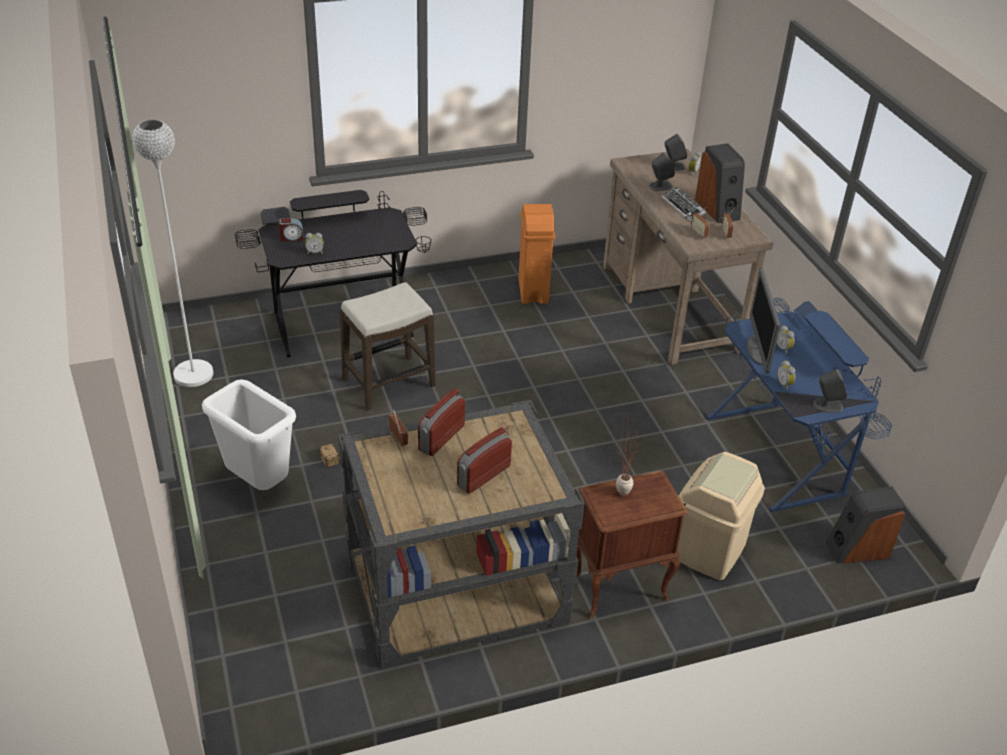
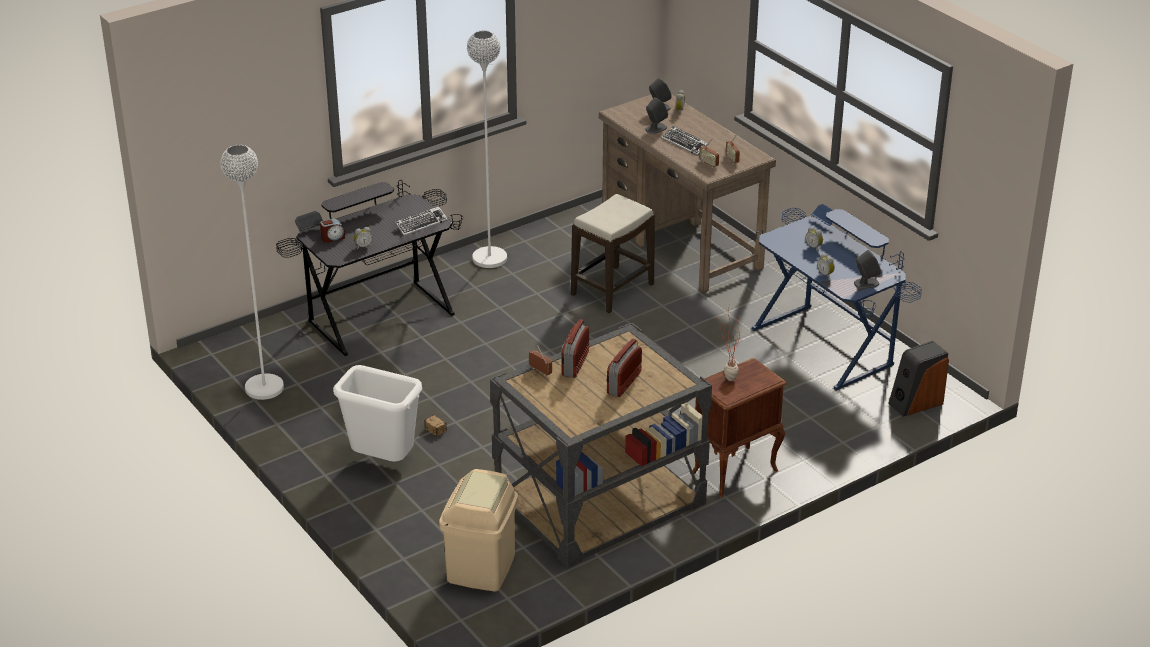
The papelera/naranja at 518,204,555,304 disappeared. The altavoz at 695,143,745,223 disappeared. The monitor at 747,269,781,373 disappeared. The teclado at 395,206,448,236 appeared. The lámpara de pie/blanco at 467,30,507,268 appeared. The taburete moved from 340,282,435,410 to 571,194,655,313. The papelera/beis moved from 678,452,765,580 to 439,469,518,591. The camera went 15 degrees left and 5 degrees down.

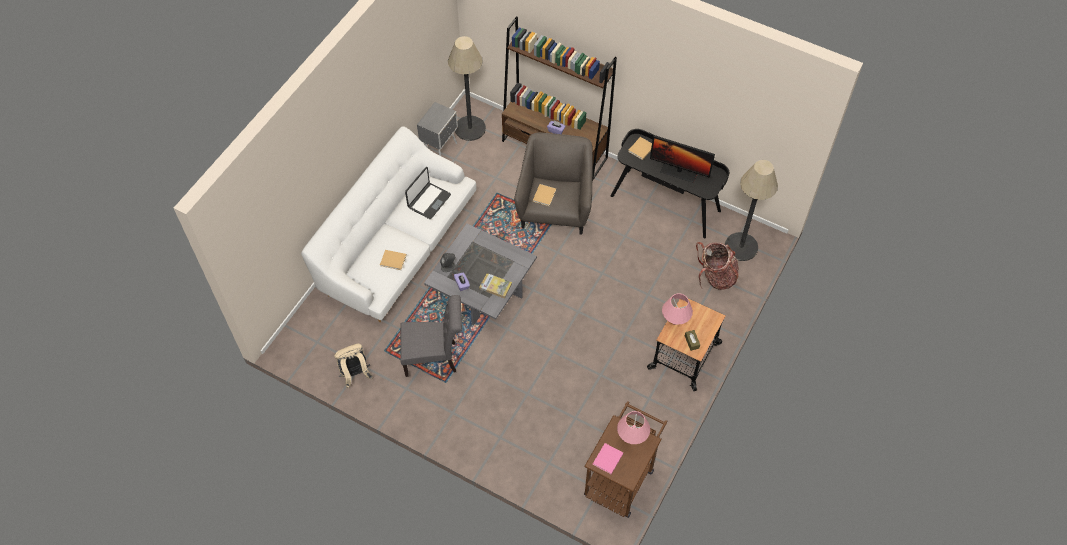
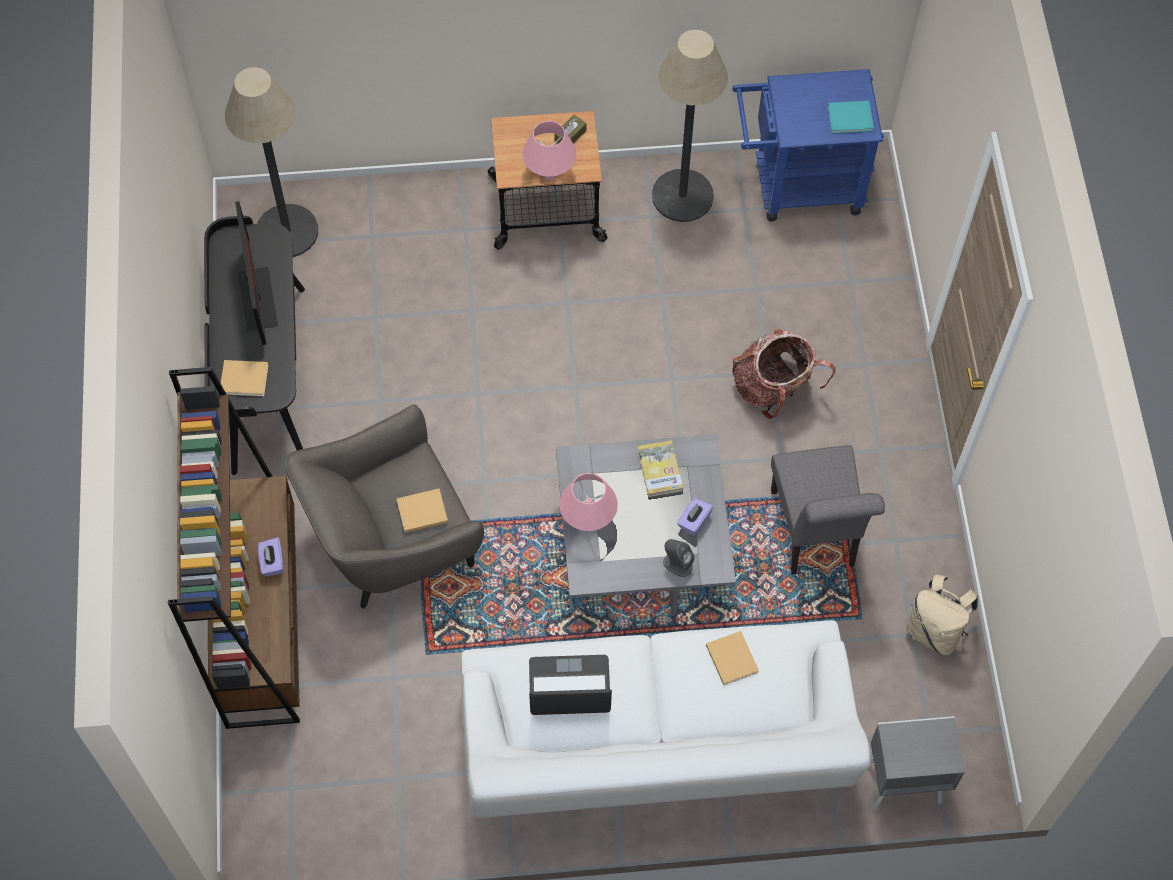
The mesita de noche/gris moved from 417,102,458,156 to 871,716,965,810. The lámpara de pie moved from 448,36,486,141 to 652,30,728,222. The lámpara de mesa/rosa moved from 617,411,650,444 to 559,473,618,531. The mochila moved from 696,242,739,290 to 732,329,835,419. The carrito/marrón at 584,401,667,518 became the carrito/azul at 732,69,884,221. The libro/rosa at 593,443,623,474 became the libro/turquesa at 828,101,874,134. The silla/gris at 400,295,462,377 turned 150 degrees counterclockwise. The camera went 125 degrees left and 5 degrees up.

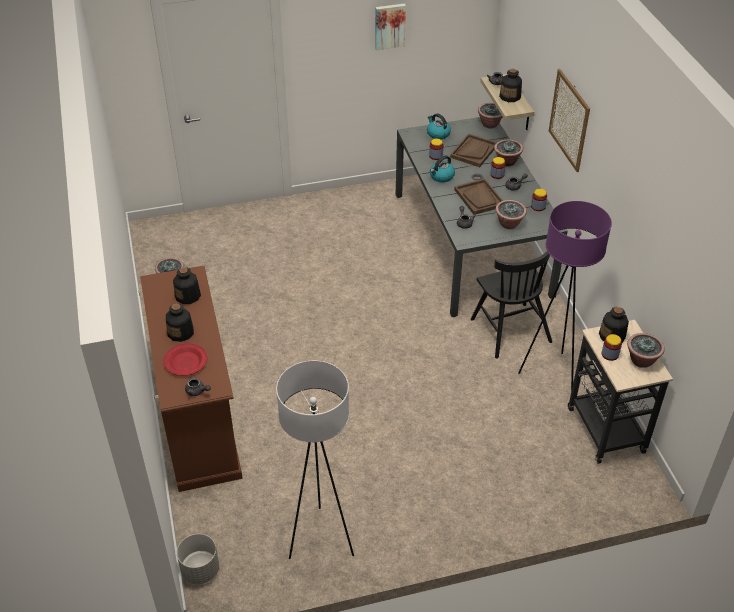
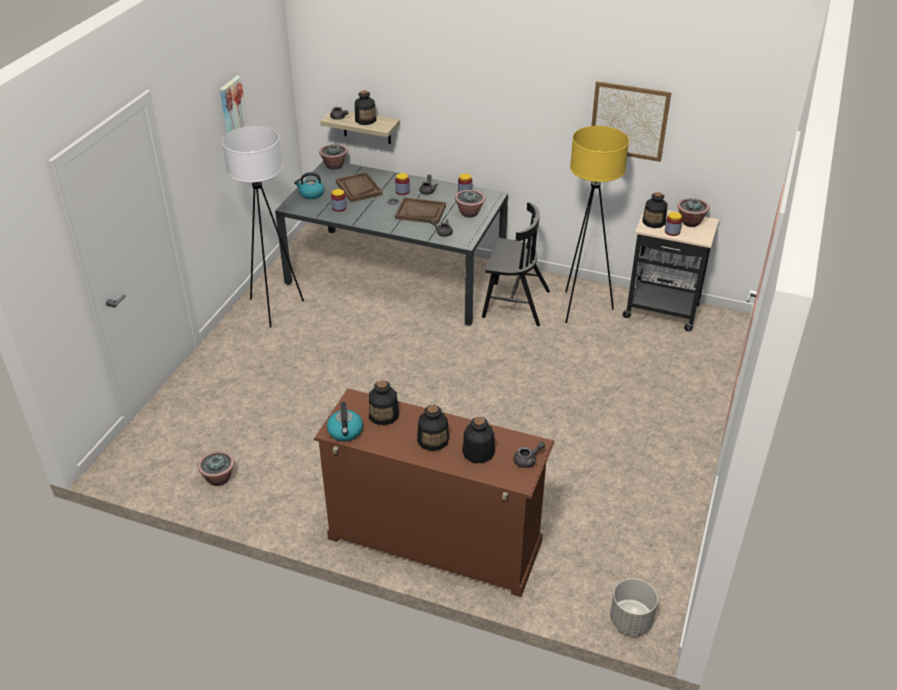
The planta en maceta at 494,140,523,167 disappeared. The lámpara de pie/blanco moved from 276,361,354,559 to 222,126,304,328. The hervidor moved from 430,155,455,182 to 327,402,363,441. The cuadro moved from 549,69,590,172 to 591,81,671,162. The plato/rojo at 163,343,207,376 was replaced by the botella at 462,417,495,463. The lámpara de pie/morado at 518,201,612,391 became the lámpara de pie/amarillo at 565,126,629,323. The camera went 55 degrees left and 5 degrees down.

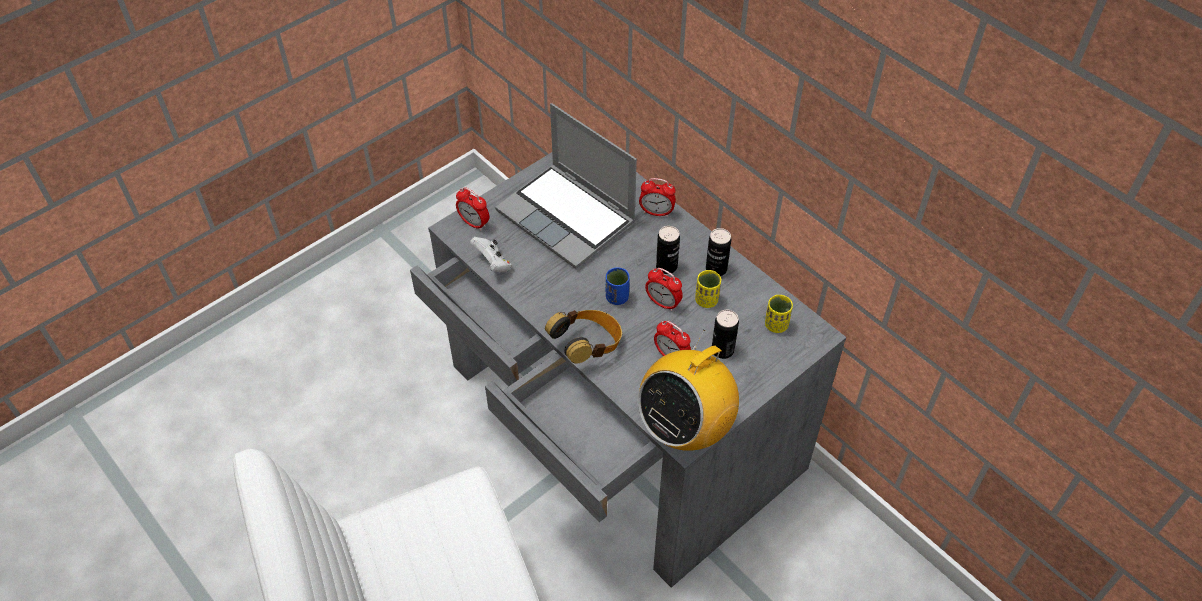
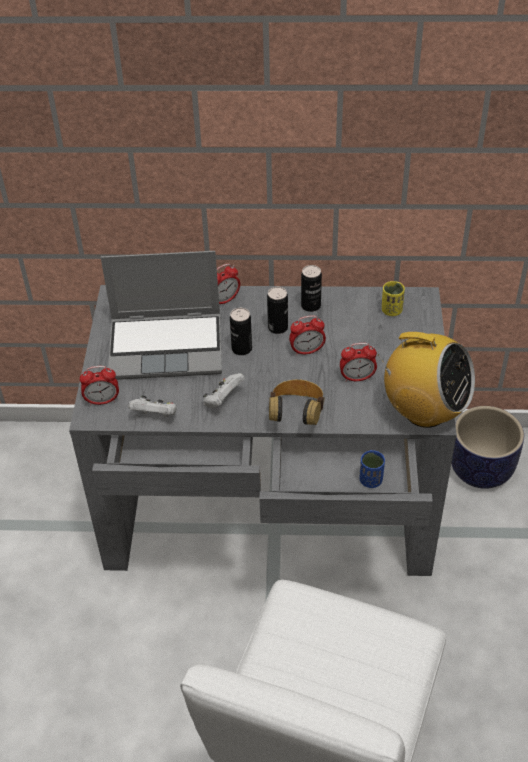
The taza/amarillo at 695,270,721,308 disappeared. The mando de consola/blanco at 203,373,245,408 appeared. The maceta at 451,406,524,489 appeared. The taza/azul moved from 606,267,630,305 to 359,450,385,488. The lata moved from 712,310,739,359 to 230,308,252,355. The radio at 638,329,739,451 turned 60 degrees counterclockwise. The camera went 45 degrees left and 5 degrees down.

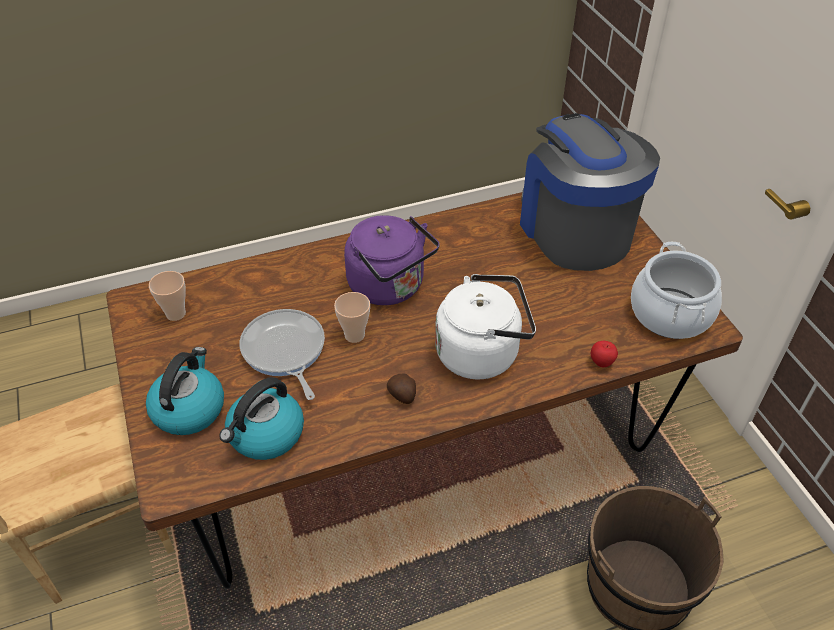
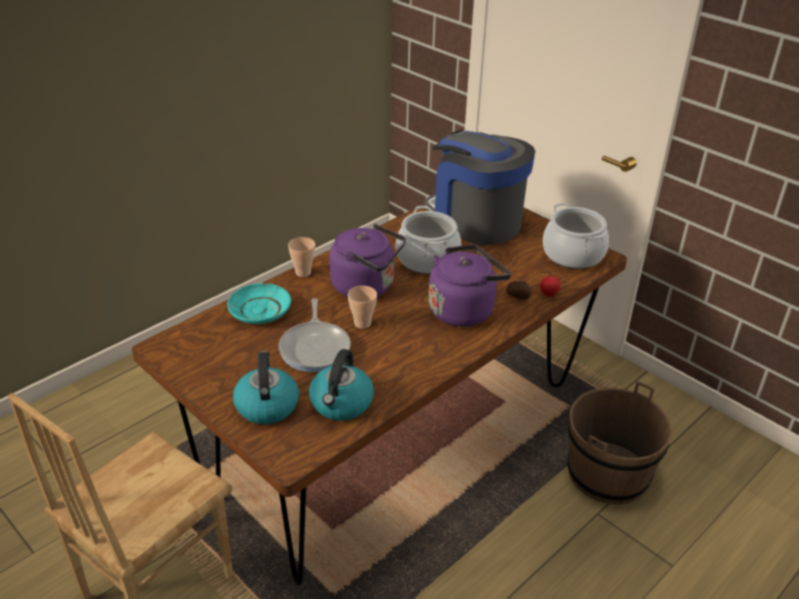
The plato/turquesa at 228,283,291,324 appeared. The olla at 396,206,461,274 appeared. The taza moved from 149,271,186,321 to 288,237,315,277. The patata moved from 387,373,416,404 to 506,281,531,300. The hervidor/blanco at 435,274,536,379 became the hervidor/morado at 428,244,511,327. The sartén at 240,309,325,400 turned 135 degrees counterclockwise. The camera went 25 degrees left and 10 degrees down.

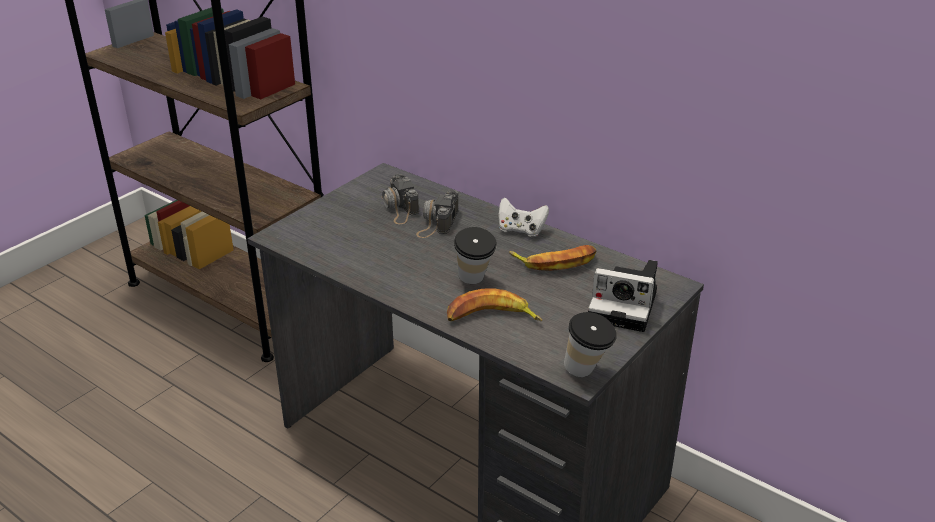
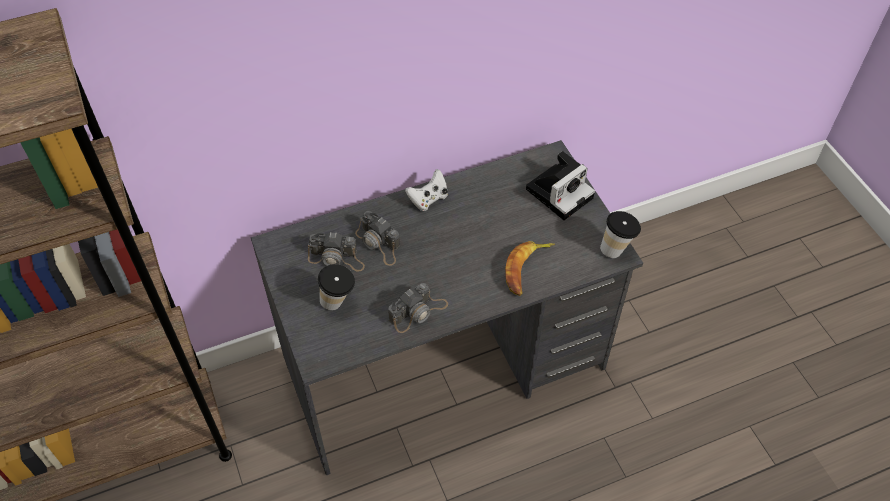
The plátano at 509,245,596,271 disappeared. The cámara at 388,283,448,333 appeared. The taza moved from 454,227,497,284 to 318,264,355,310. The camera went 60 degrees left and 20 degrees up.

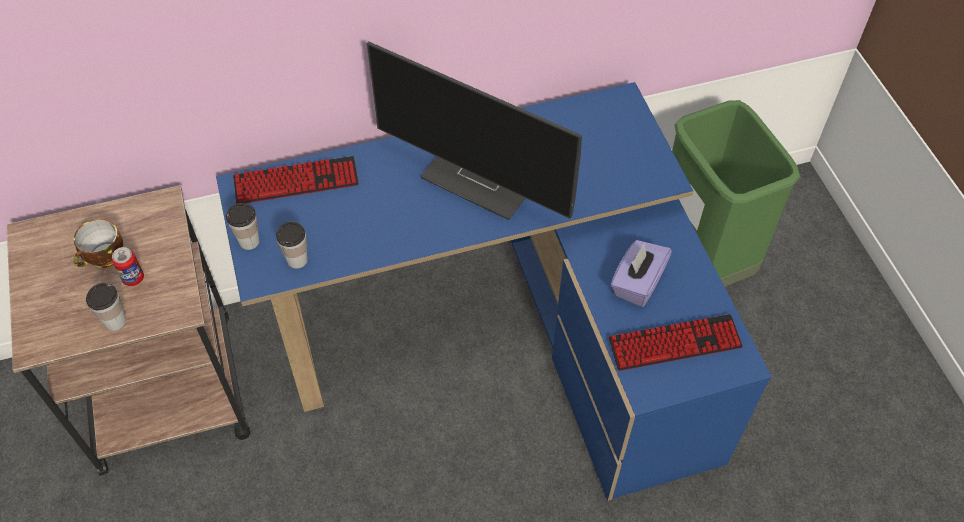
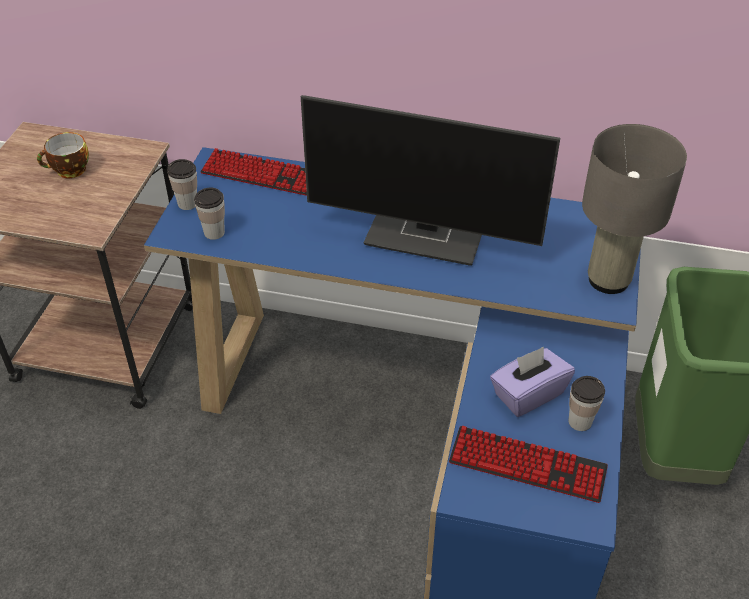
The lata at 112,247,144,286 disappeared. The lámpara de mesa/gris at 582,124,687,294 appeared. The taza moved from 86,283,127,331 to 569,376,605,431. The monitor at 367,41,582,220 turned 45 degrees counterclockwise. The camera went 30 degrees right and 10 degrees down.

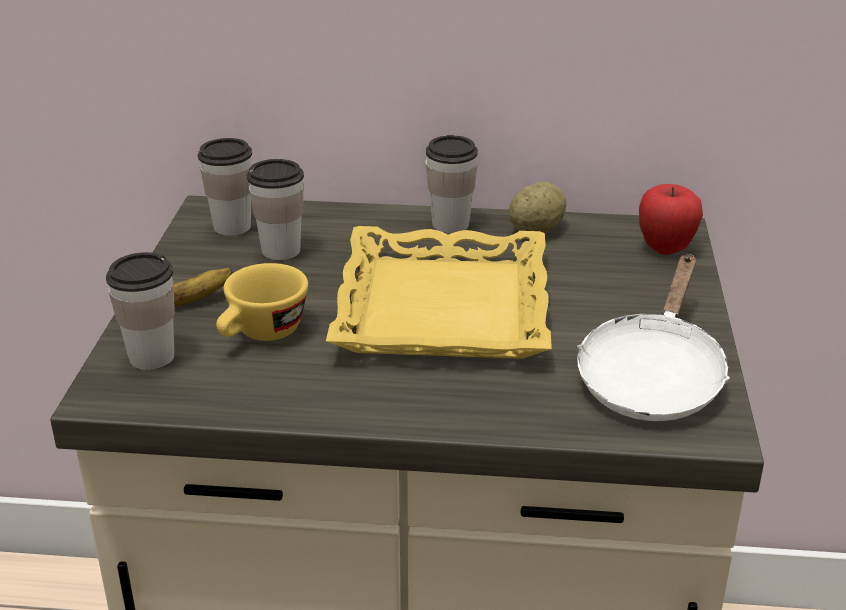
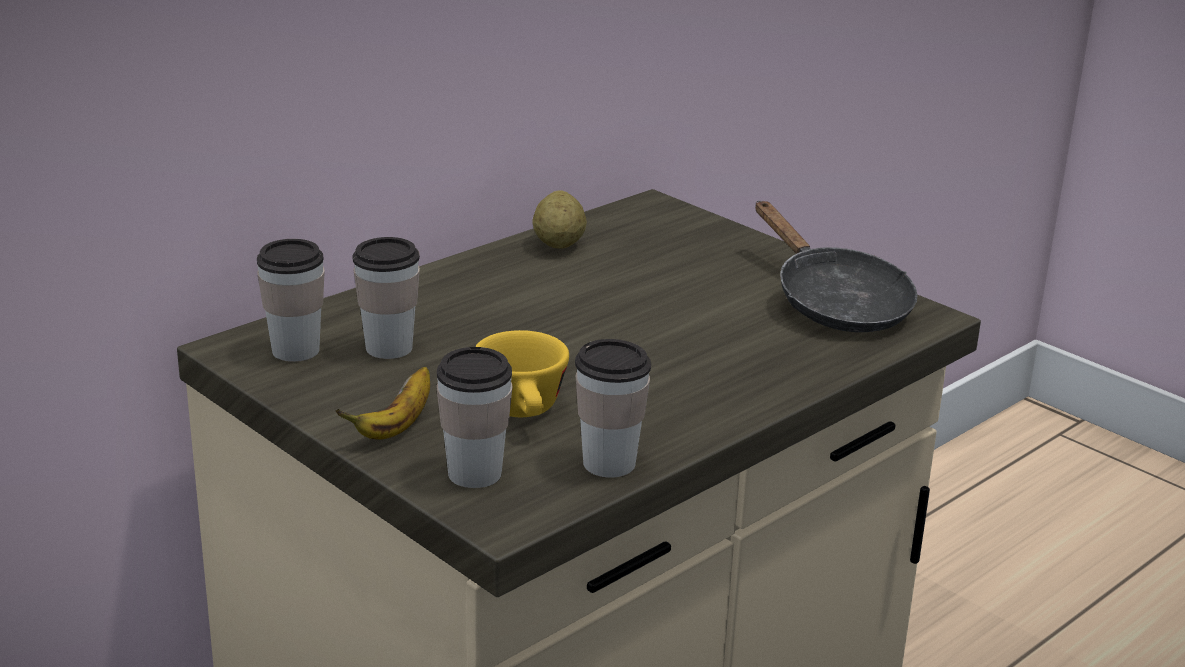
The bandeja/amarillo at 326,226,552,359 disappeared. The manzana at 639,184,703,255 disappeared. The taza moved from 425,135,478,233 to 575,339,651,478. The sartén/blanco at 577,254,730,421 became the sartén/negro at 755,201,918,332. The camera went 50 degrees left and 5 degrees down.

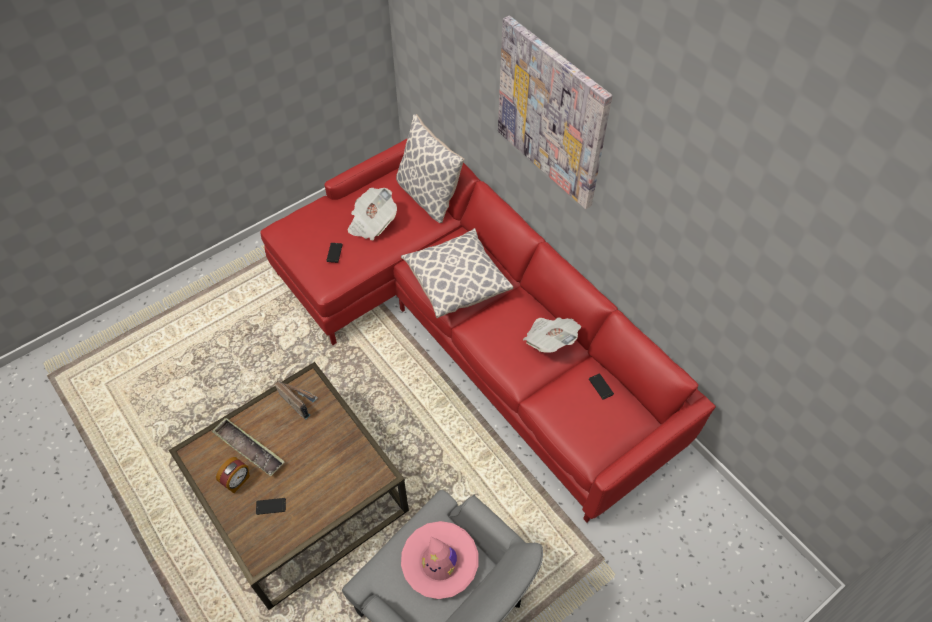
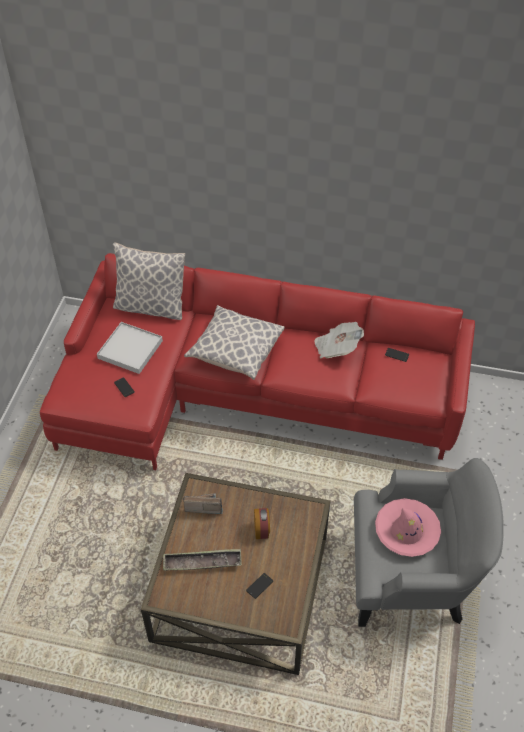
The cuadro at 498,16,612,209 disappeared. The despertador moved from 216,457,250,493 to 254,508,270,539. The periódico at 348,188,397,240 was replaced by the bandeja/blanco at 97,322,163,374. The camera went 40 degrees left and 5 degrees down.

